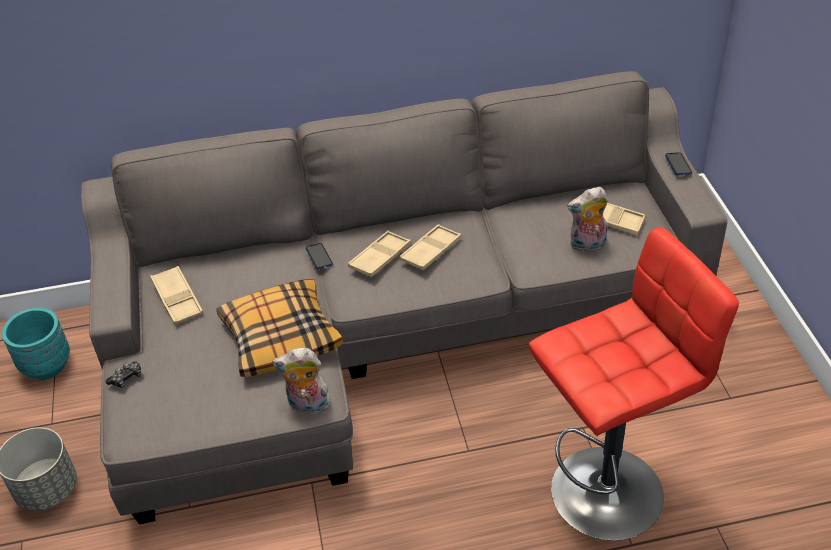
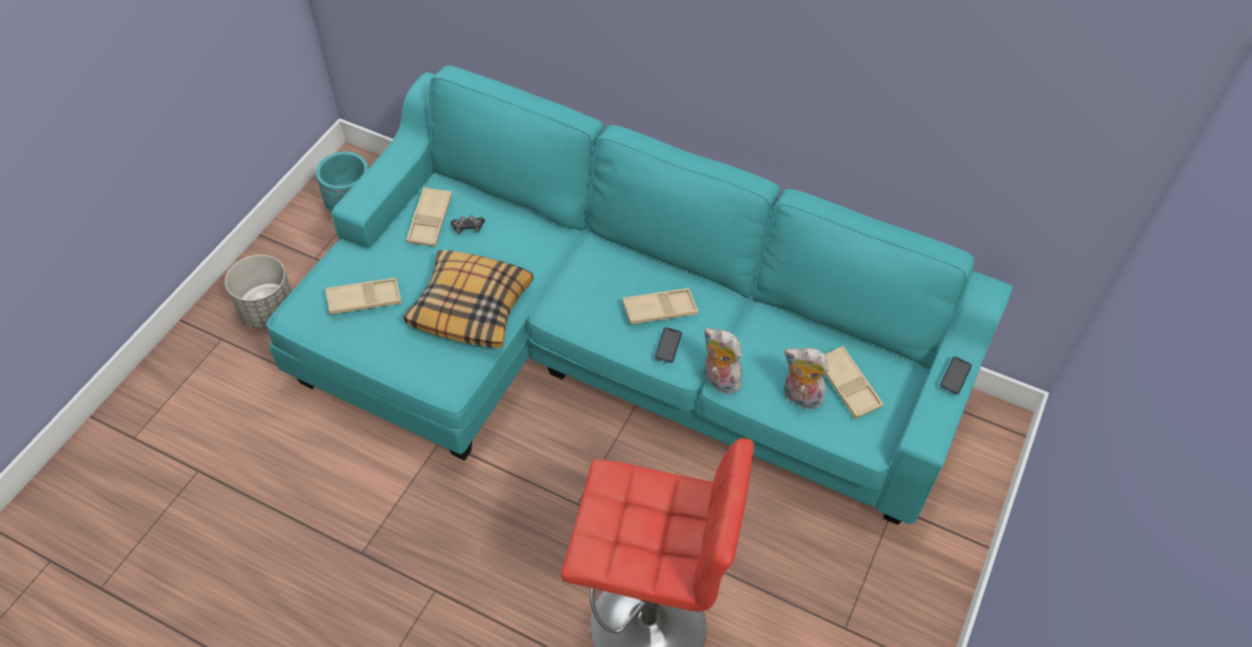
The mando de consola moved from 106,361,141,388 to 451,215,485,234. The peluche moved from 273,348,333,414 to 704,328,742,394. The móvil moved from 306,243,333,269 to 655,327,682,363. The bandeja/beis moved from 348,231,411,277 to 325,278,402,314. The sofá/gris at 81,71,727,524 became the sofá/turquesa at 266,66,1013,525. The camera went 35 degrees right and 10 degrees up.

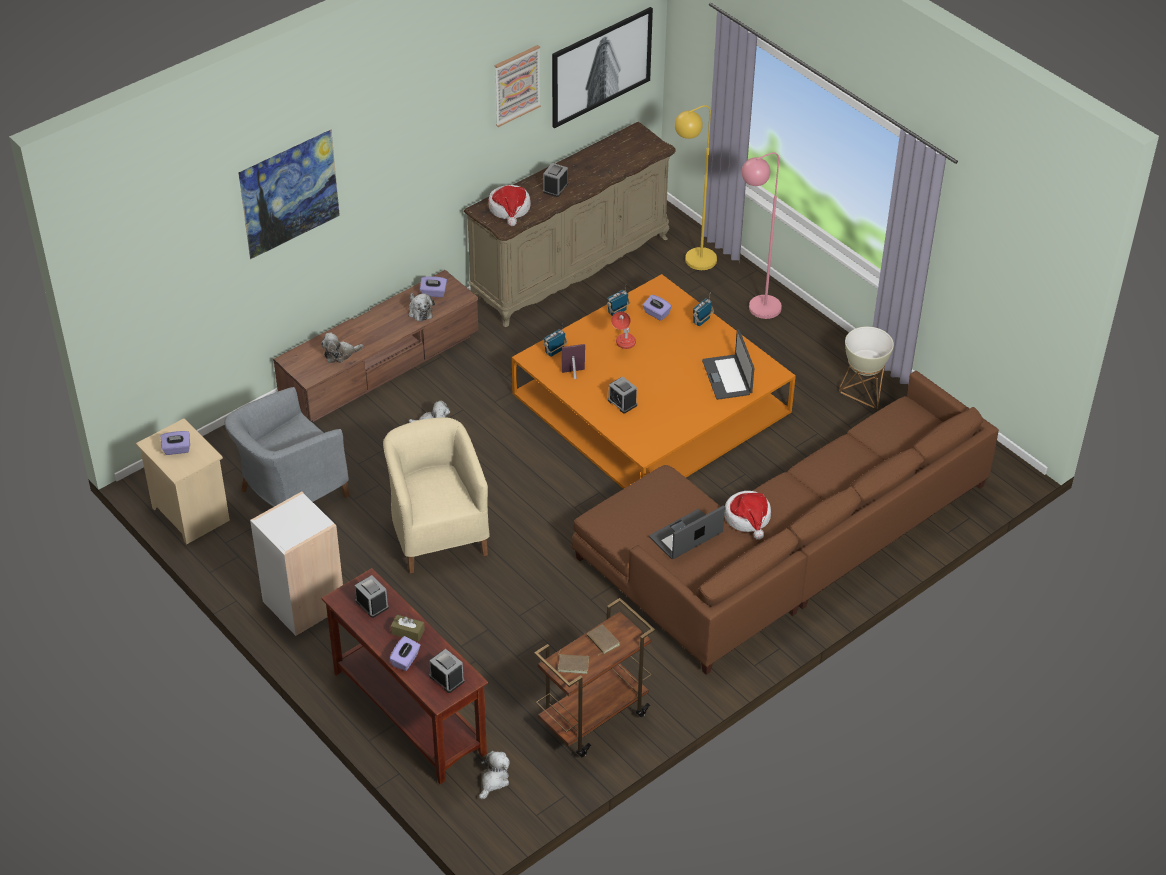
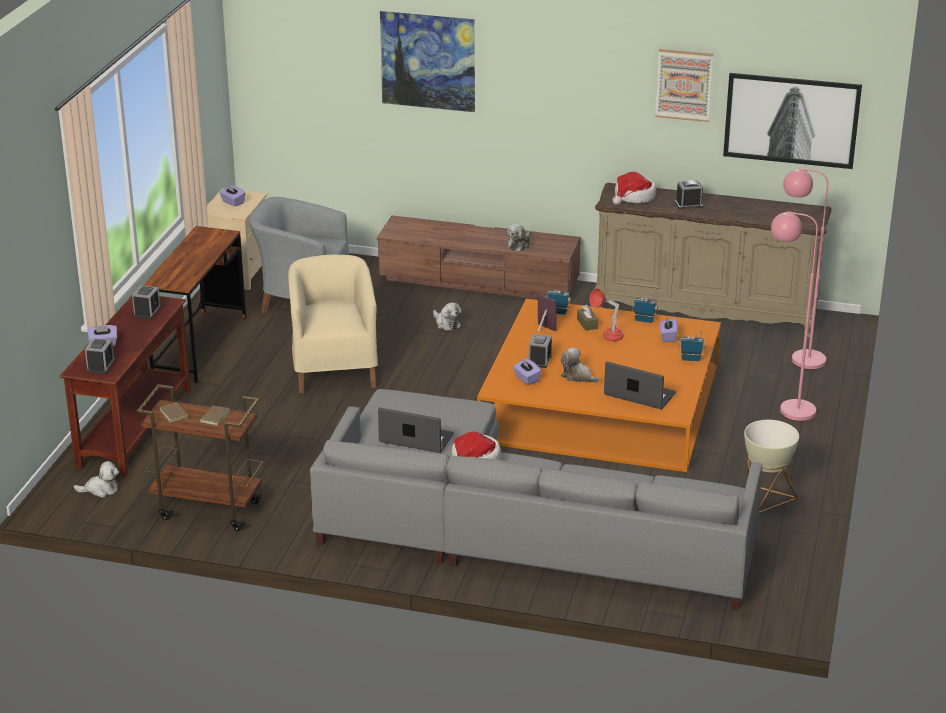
The peluche moved from 321,333,363,363 to 561,347,600,383. The caja de pañuelos/marrón moved from 391,615,425,642 to 577,305,598,331. The caja de pañuelos/morado moved from 420,276,447,297 to 513,358,541,385. The estantería at 250,491,343,636 was replaced by the escritorio/marrón at 143,226,247,383. The sofá/marrón at 572,371,999,675 became the sofá/gris at 310,389,762,610. The lámpara de pie/amarillo at 675,105,717,271 became the lámpara de pie/rosa at 783,168,828,370. The sillón/beis at 383,417,490,573 turned 45 degrees counterclockwise. The portátil at 702,329,754,400 turned 75 degrees clockwise. The camera went 55 degrees right and 15 degrees down.

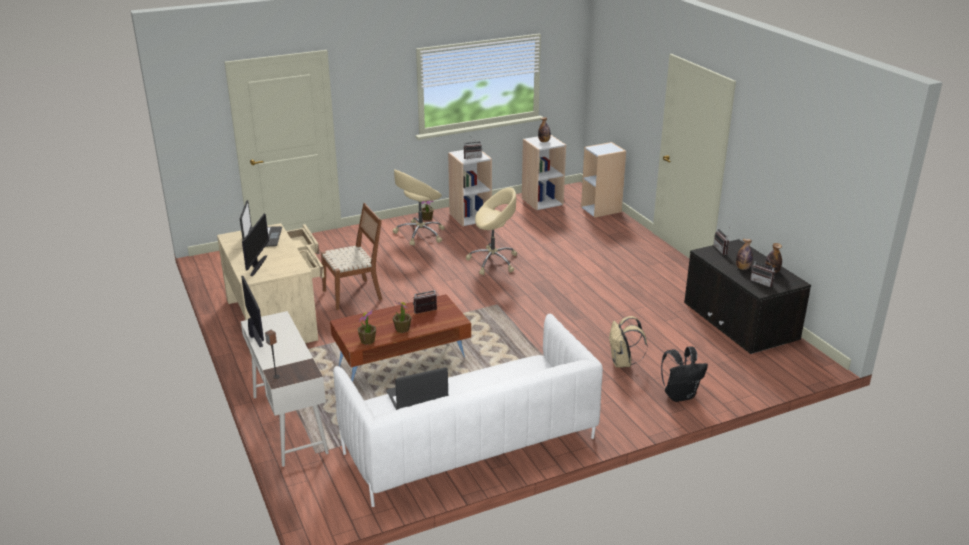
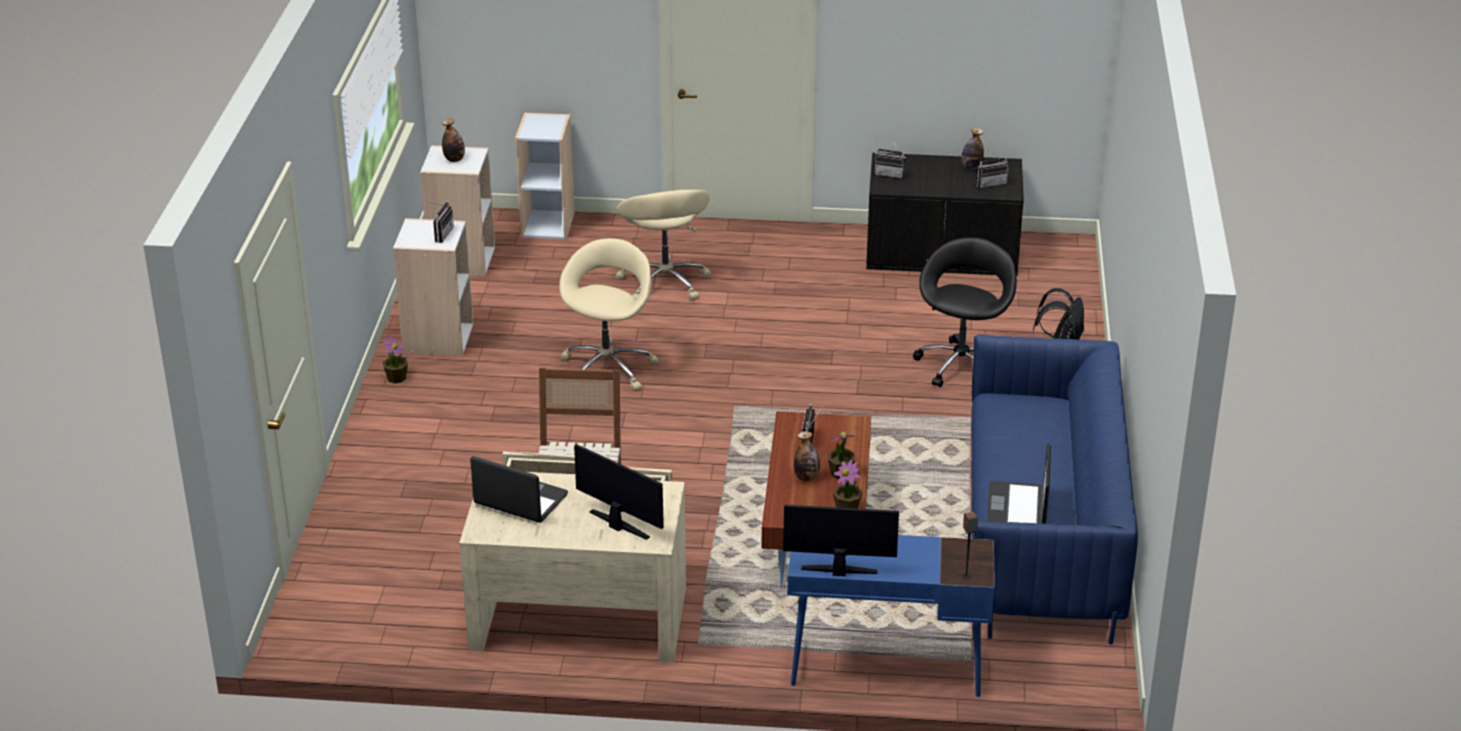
The silla de oficina/beis moved from 393,169,445,246 to 615,190,711,300. The botella moved from 736,239,753,270 to 794,431,820,482. The mochila/beis at 609,316,648,368 was replaced by the silla de oficina/negro at 913,237,1017,387. The escritorio/blanco at 241,311,329,467 became the escritorio/azul at 787,535,995,697. The sofá/blanco at 333,314,603,507 became the sofá/azul at 971,334,1138,644. The camera went 60 degrees left and 5 degrees up.

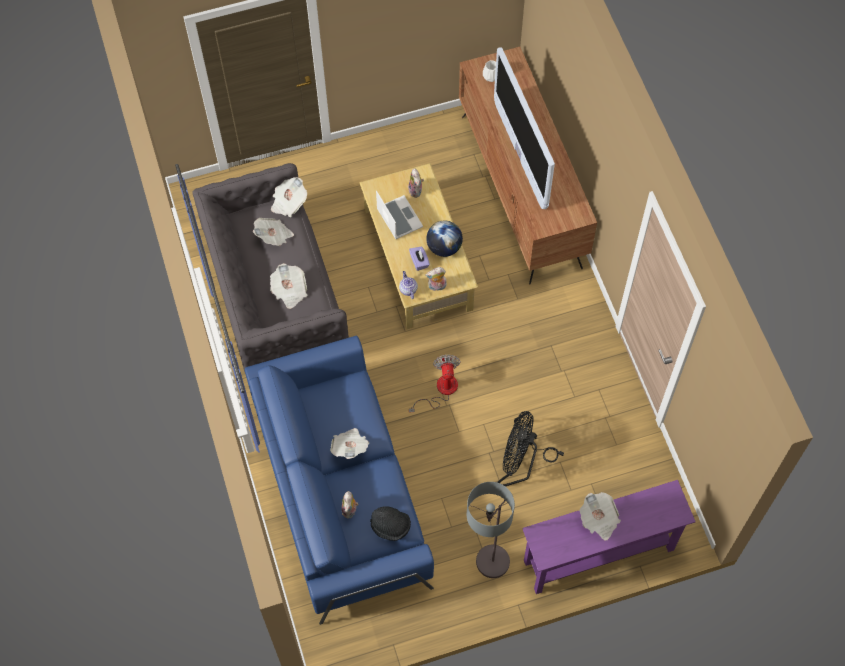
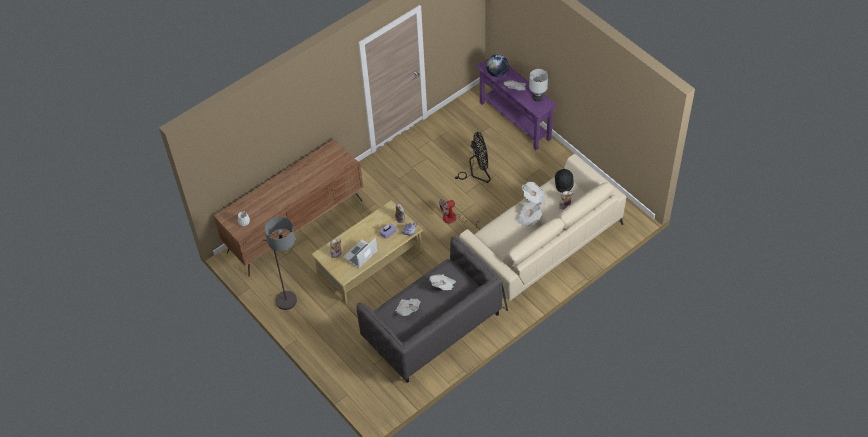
The televisor at 494,47,555,209 disappeared. The lámpara de mesa/gris at 529,69,548,101 appeared. The periódico moved from 271,177,307,217 to 522,182,545,204. The globo terráqueo moved from 426,220,463,257 to 486,54,508,77. The lámpara de pie/gris moved from 467,482,515,578 to 263,217,297,310. The sofá/azul at 245,336,434,625 became the sofá/beis at 459,154,626,311. The ventilador/negro at 497,411,565,486 turned 90 degrees counterclockwise. The camera went 110 degrees left and 10 degrees down.

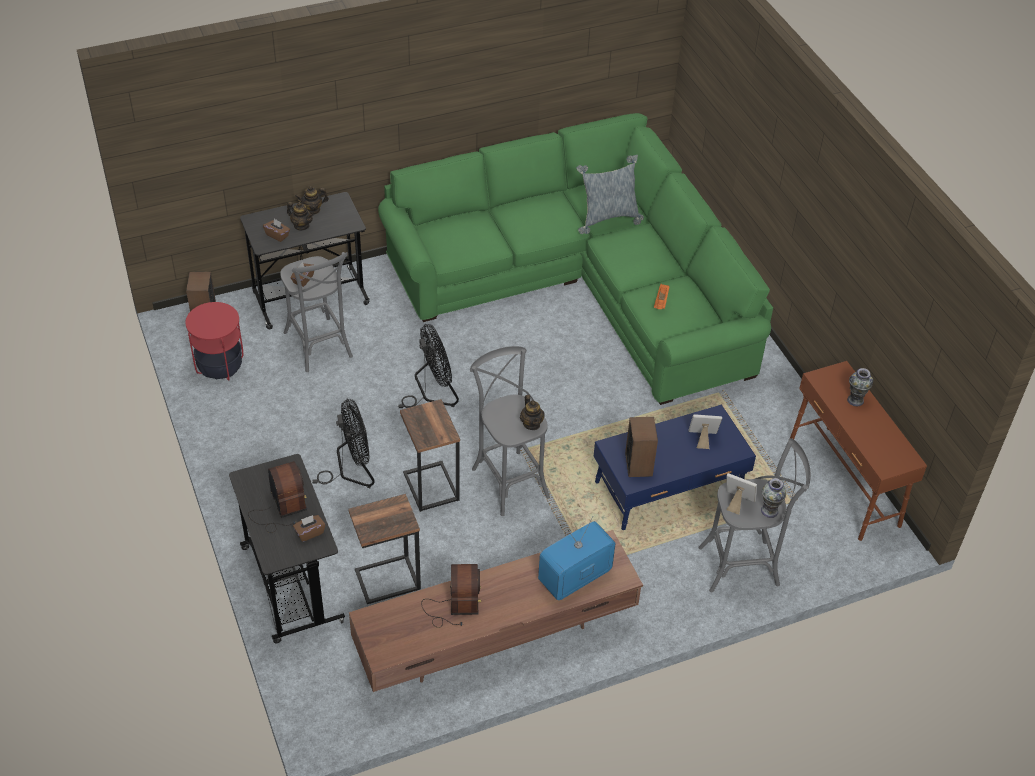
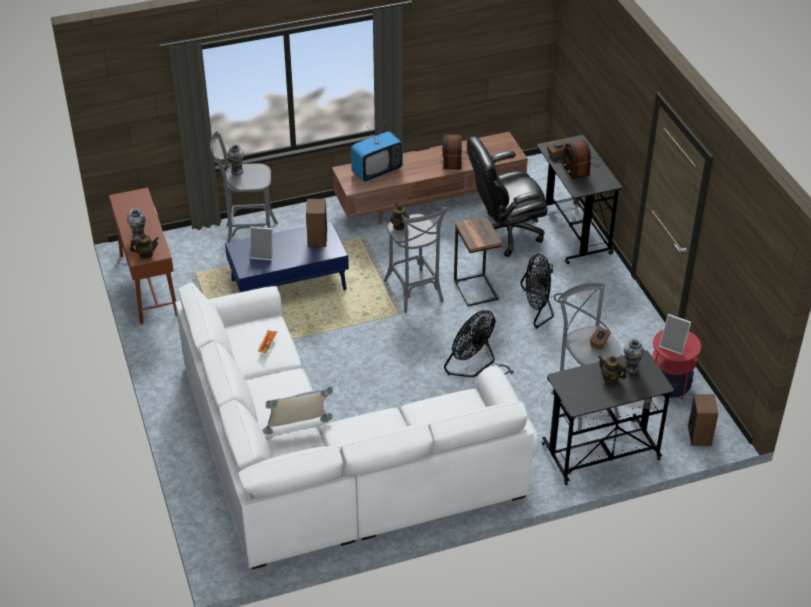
The tetera moved from 295,186,329,215 to 130,233,159,259. The portarretratos moved from 727,473,757,515 to 659,314,691,355. The caja de pañuelos/marrón at 263,218,290,242 was replaced by the florero at 623,339,644,374. The mesa auxiliar at 348,494,421,604 was replaced by the silla de oficina/negro at 467,136,548,257. The sofá/verde at 378,113,773,405 became the sofá/blanco at 175,282,539,569. The ventilador/negro at 398,324,459,408 turned 60 degrees clockwise. The camera went 175 degrees left and 5 degrees down.

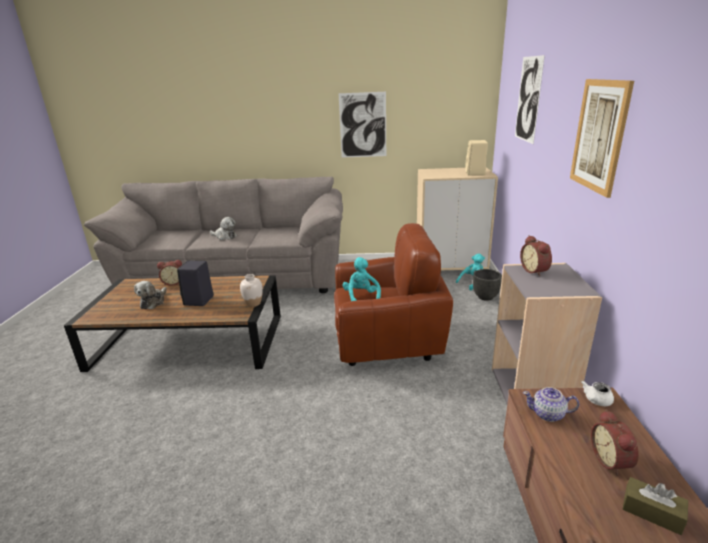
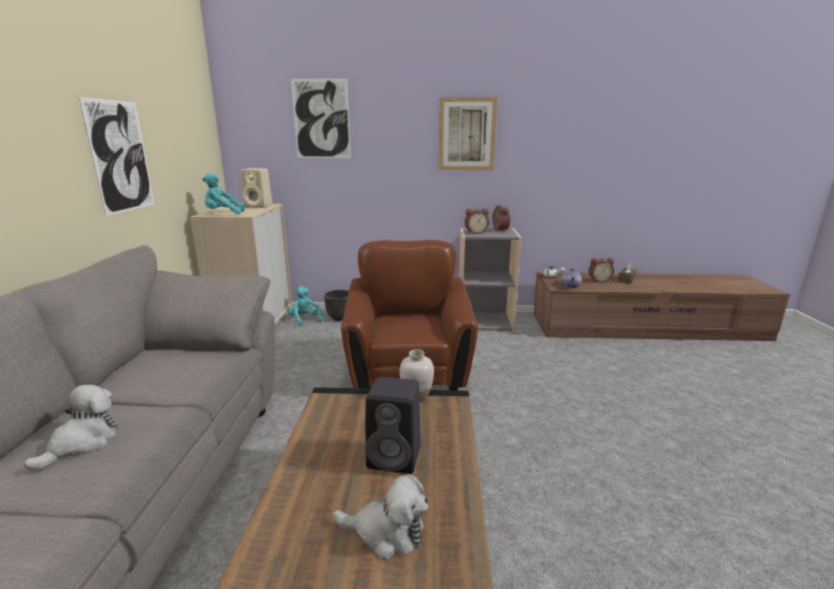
The despertador moved from 157,260,182,286 to 492,205,510,232. The peluche/turquesa moved from 343,257,381,301 to 202,173,245,214. The camera went 90 degrees left and 5 degrees down.

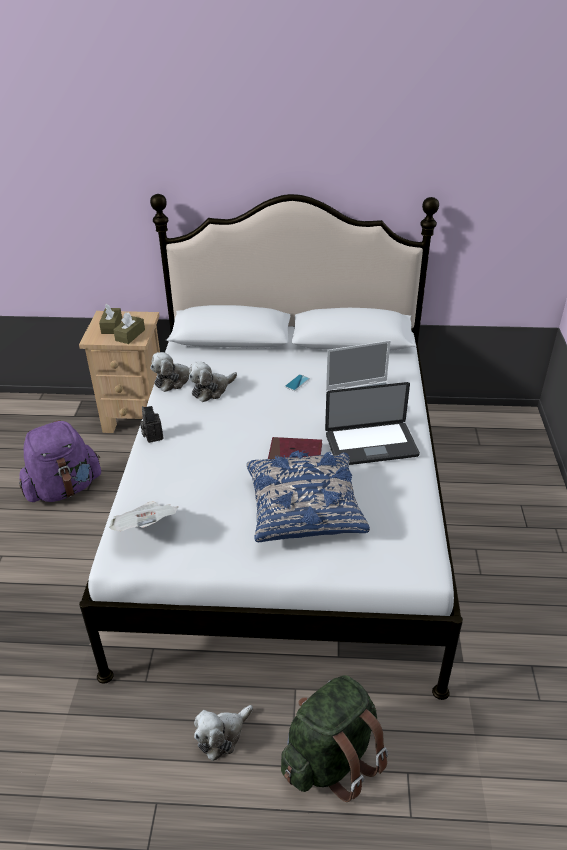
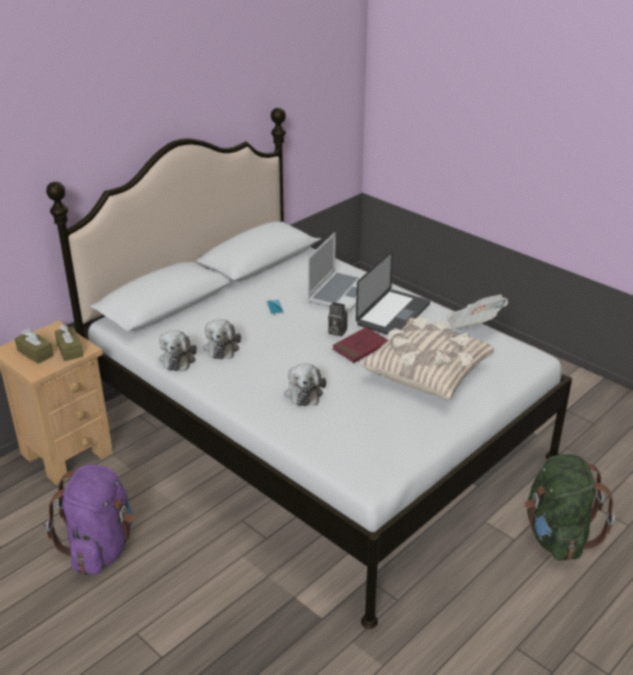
The periódico moved from 109,501,179,531 to 447,294,508,330. The cámara moved from 140,406,163,443 to 328,302,347,337. The peluche moved from 194,705,253,761 to 284,363,326,406. The cojín/azul at 247,450,370,542 became the cojín/beis at 361,316,494,400. The camera went 50 degrees left and 5 degrees down.

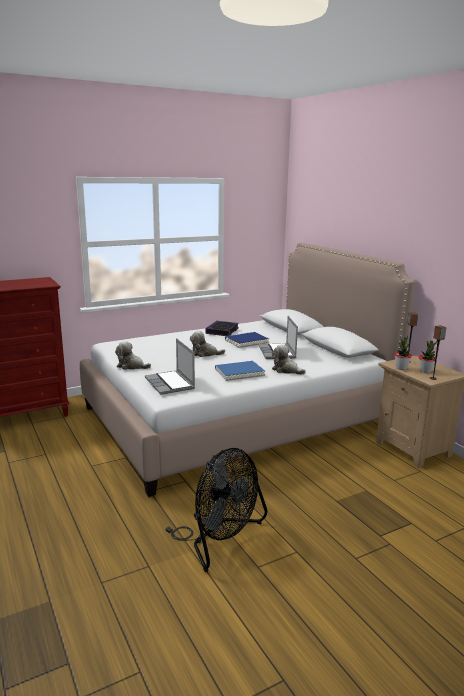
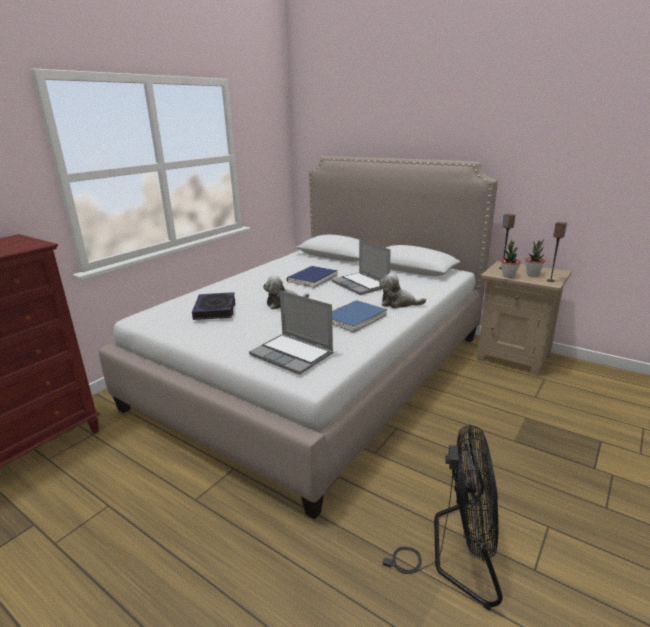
The peluche at 115,341,151,370 disappeared. The libro moved from 205,321,239,336 to 192,292,235,320. The camera went 25 degrees left and 5 degrees up.

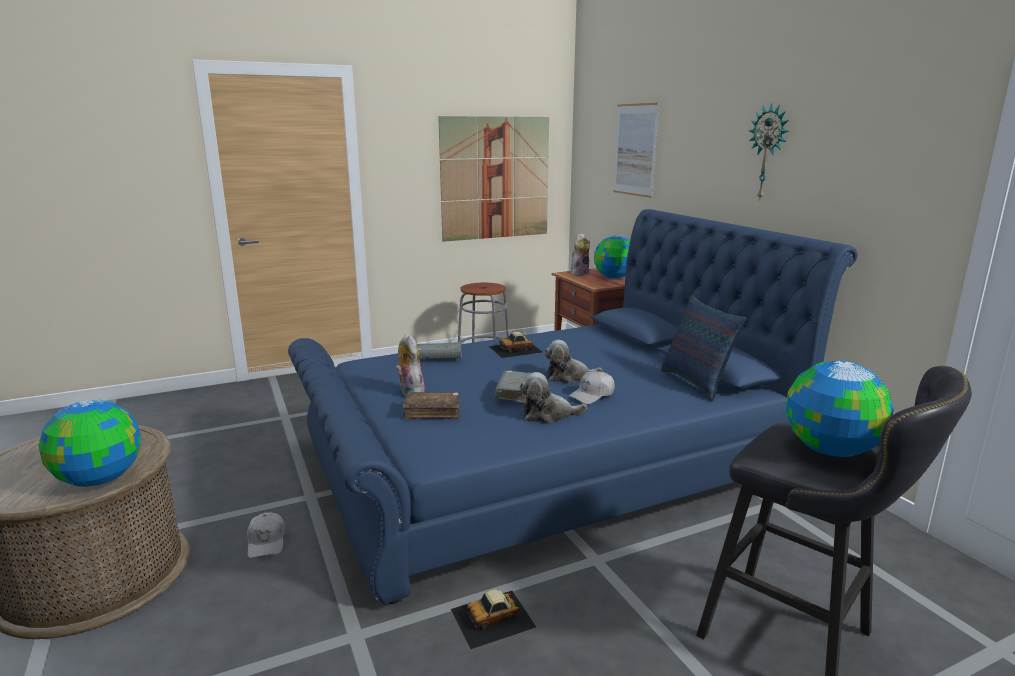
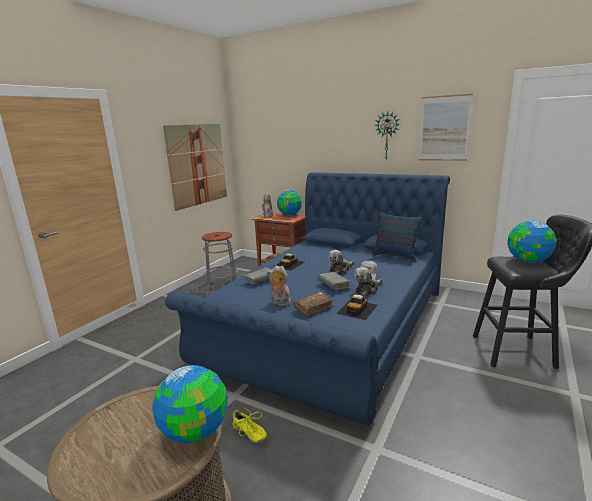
The coche de juguete moved from 451,589,536,649 to 336,295,378,320. The cuadro moved from 613,103,659,198 to 419,94,473,161. The gorra/blanco at 247,512,286,558 was replaced by the zapato/amarillo at 231,408,268,443. The camera went 35 degrees left and 0 degrees up.

